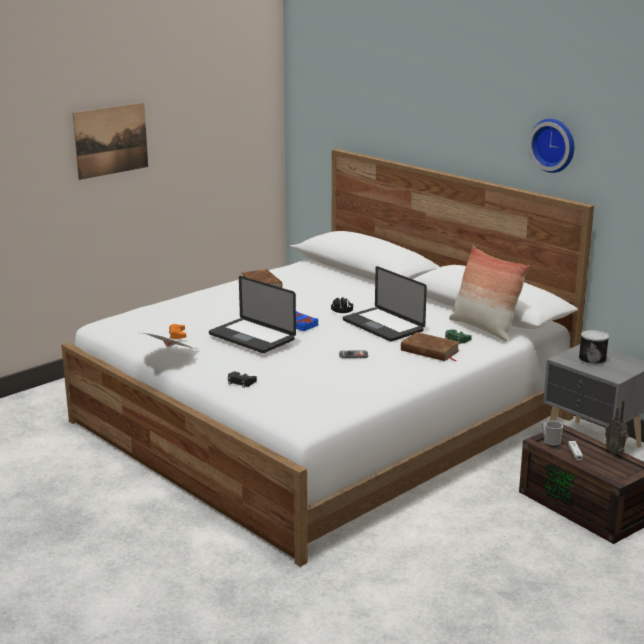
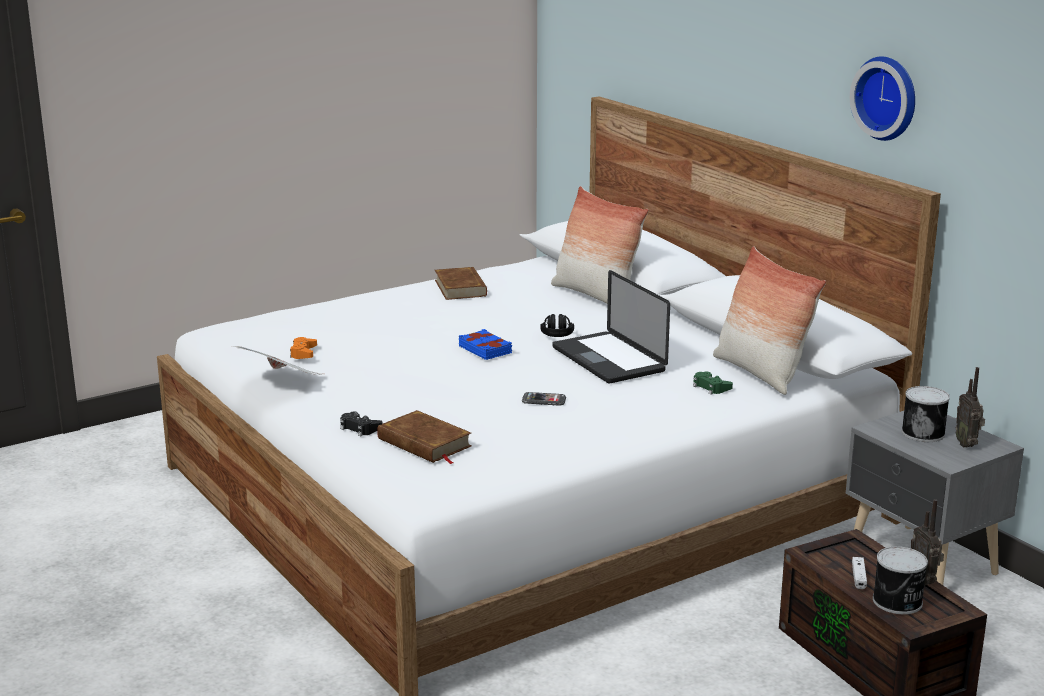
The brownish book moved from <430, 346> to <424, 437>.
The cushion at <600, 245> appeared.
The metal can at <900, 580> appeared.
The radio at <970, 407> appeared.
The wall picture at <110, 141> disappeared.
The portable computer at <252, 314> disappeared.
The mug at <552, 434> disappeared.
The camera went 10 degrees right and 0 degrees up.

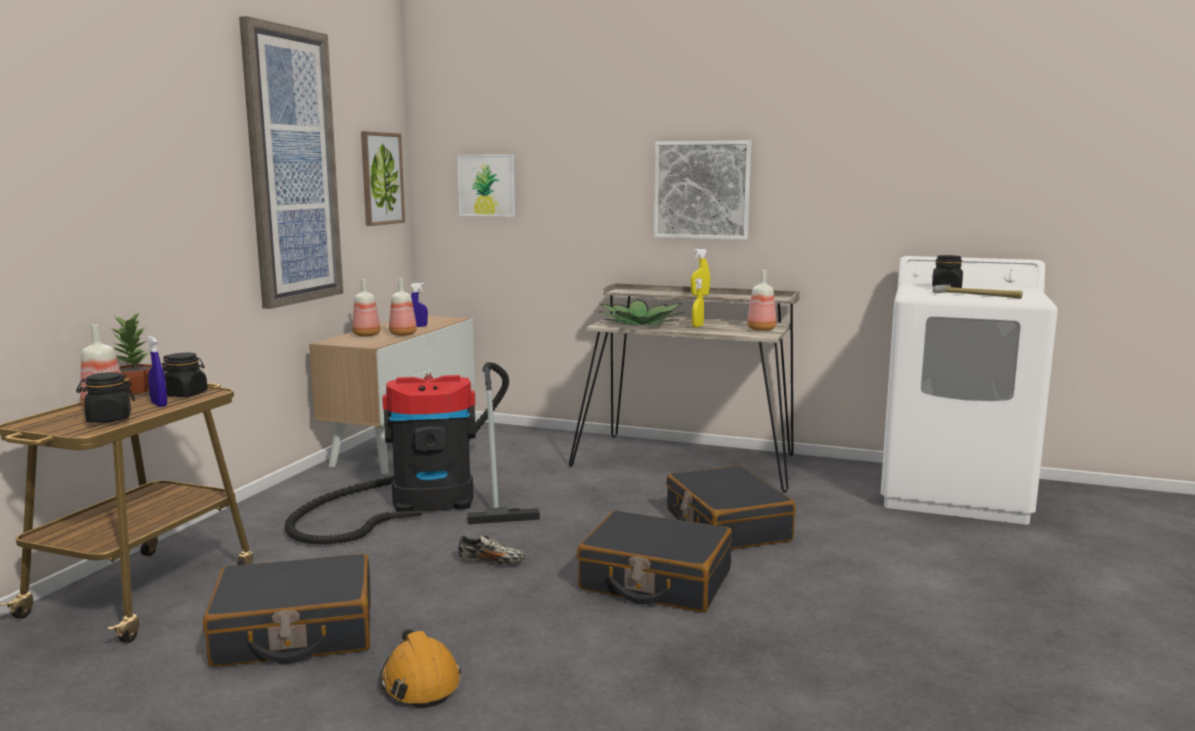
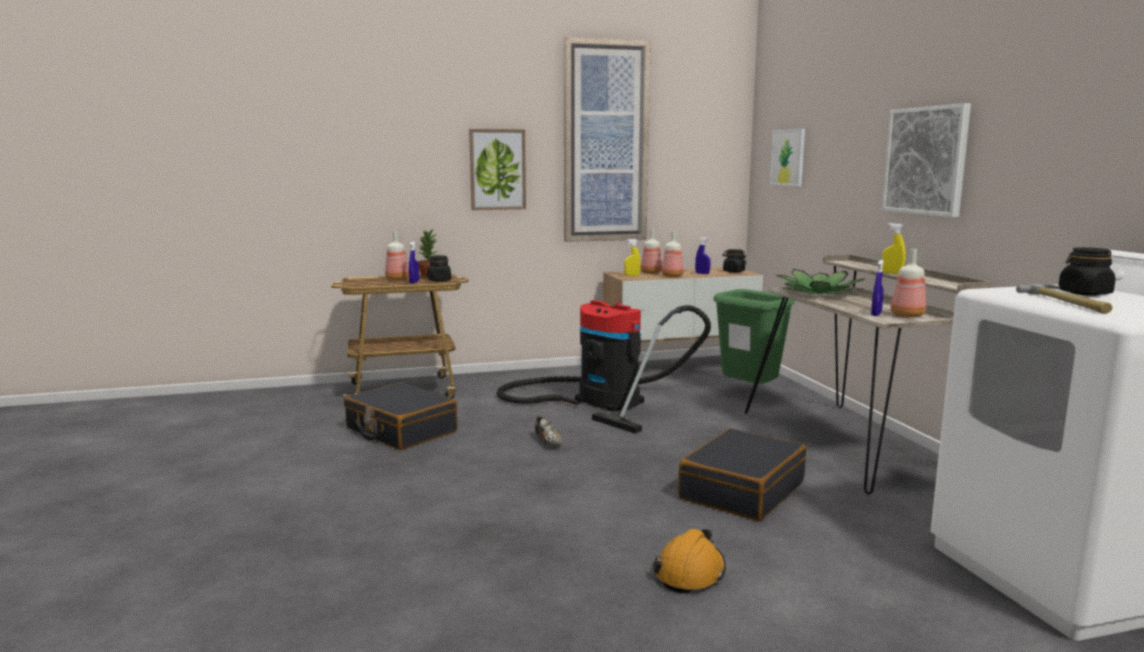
The wall picture moved from <383, 178> to <497, 169>.
The yellowish hand sprayer moved from <698, 302> to <632, 257>.
The orange safety helmet moved from <420, 668> to <689, 561>.
The green waste bin at <754, 336> appeared.
The black-coloured preserve jar moved from <105, 397> to <734, 261>.
The bluish hand sprayer at <877, 288> appeared.
The black-coloured piece of luggage at <654, 561> disappeared.
The camera went 55 degrees right and 0 degrees up.

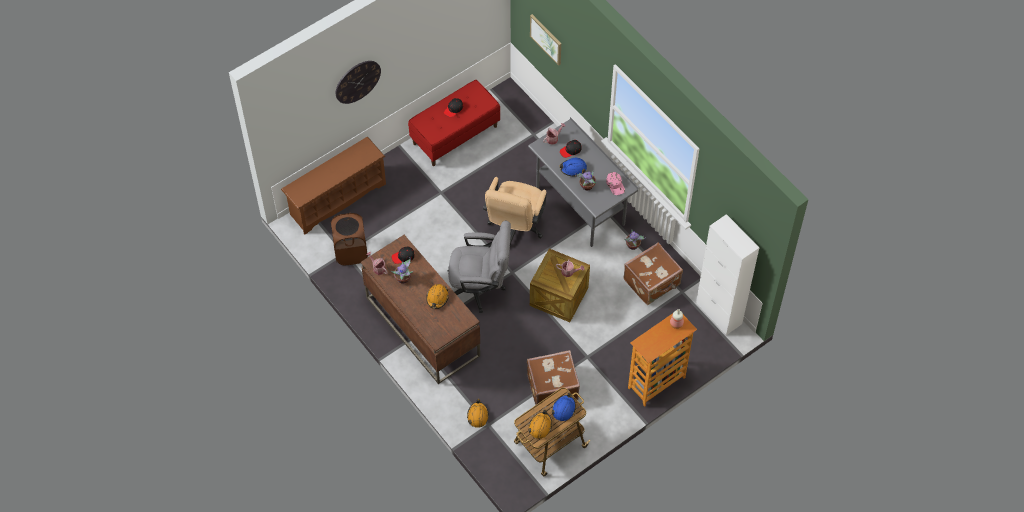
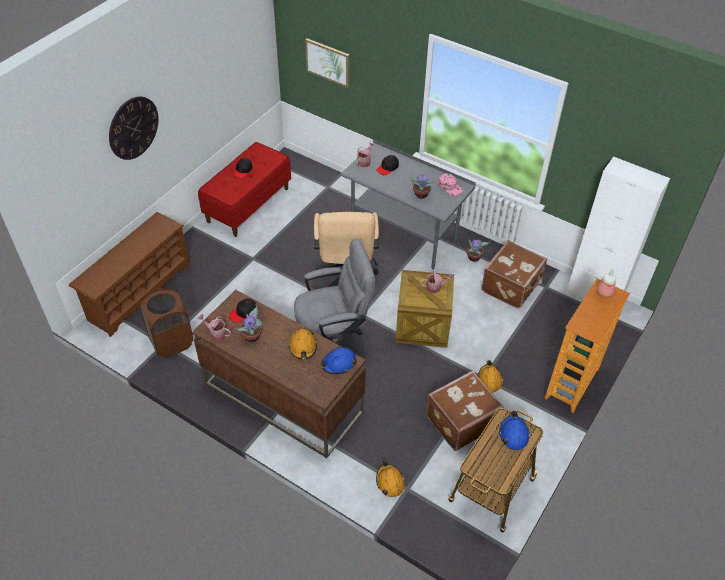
The bluish safety helmet moved from <573, 167> to <338, 360>.
The orange safety helmet moved from <540, 424> to <490, 376>.
The camera went 20 degrees left and 10 degrees down.

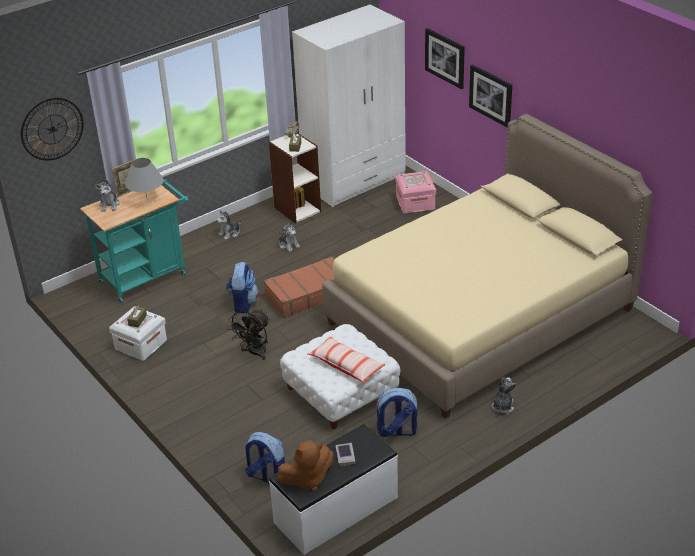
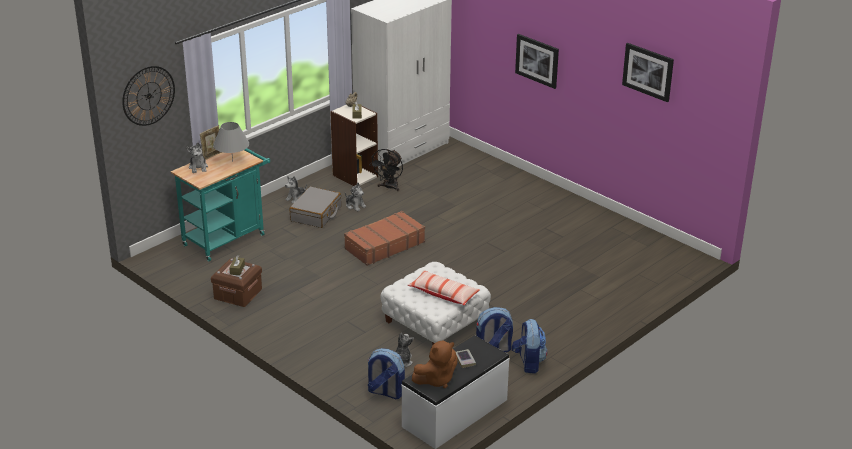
The whitish storage bin at <138, 333> became the brownish storage bin at <236, 283>.
The gray piece of luggage at <315, 207> appeared.
The black-coloured fan moved from <248, 334> to <386, 170>.
The soft toy moved from <504, 395> to <404, 350>.
The knapsack moved from <242, 288> to <529, 346>.
The wall picture moved from <445, 58> to <648, 72>.
The beige-coloured bed at <487, 266> disappeared.
The pink-coloured storage bin at <415, 192> disappeared.
The camera went 10 degrees left and 5 degrees down.

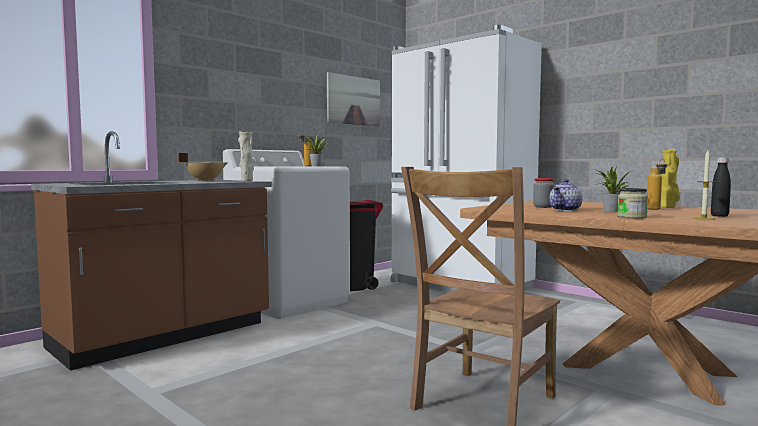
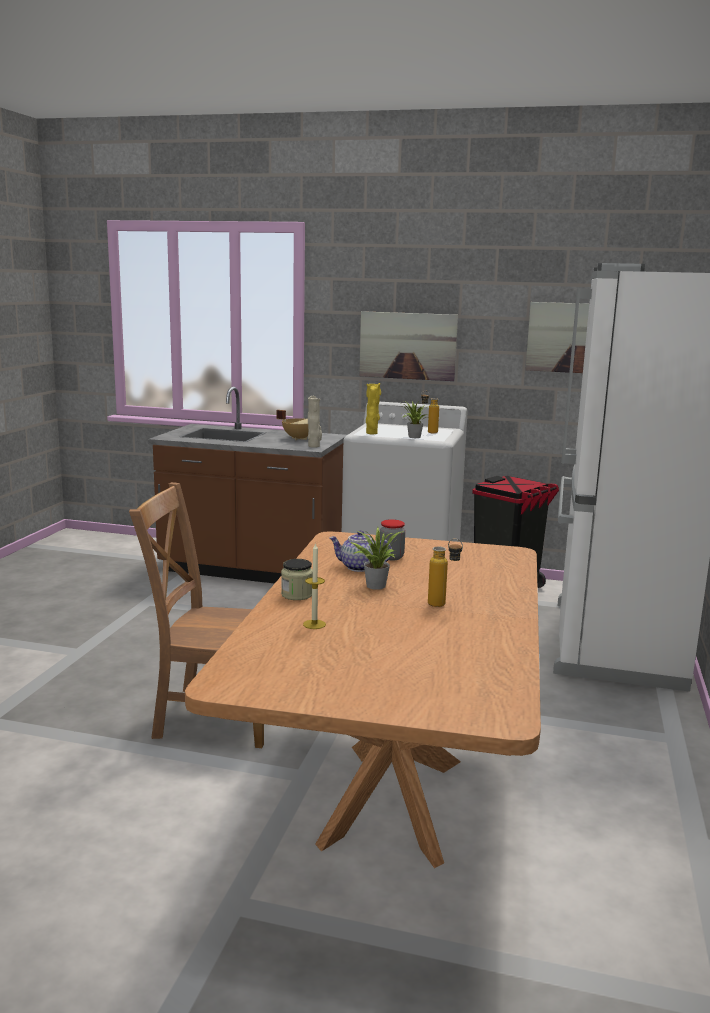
The wall picture at <408, 346> appeared.
The yellowish flower vase moved from <670, 178> to <373, 408>.
The black-coloured beverage bottle at <721, 187> disappeared.
The camera went 60 degrees right and 10 degrees up.

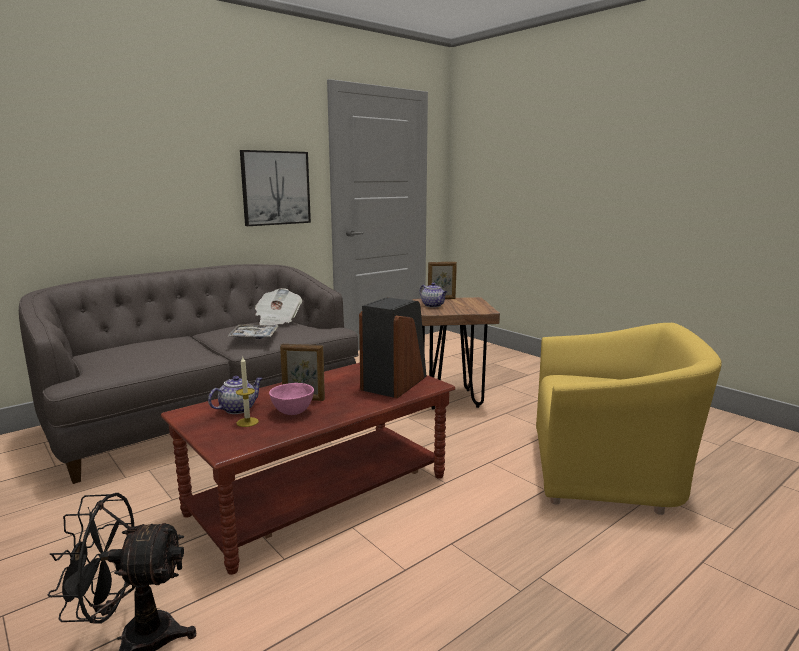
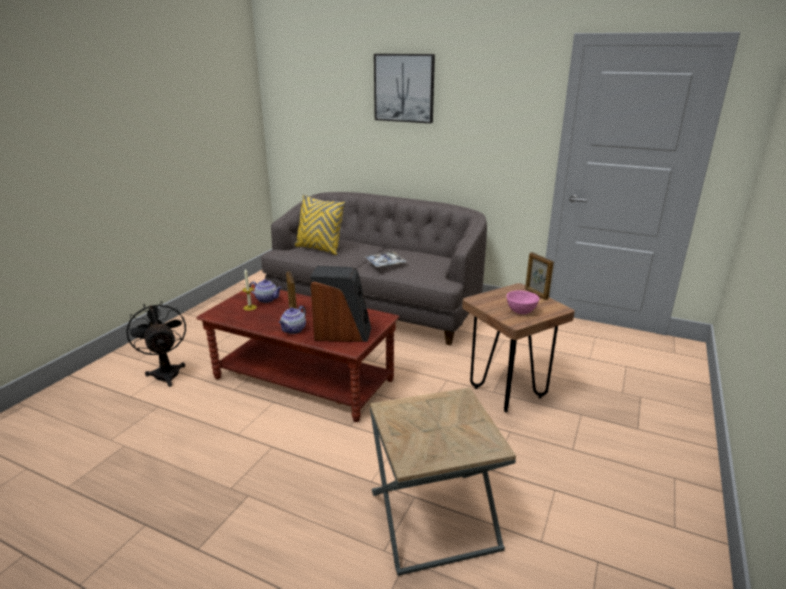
The tea pot moved from <433, 295> to <292, 320>.
The yellowish cushion at <320, 224> appeared.
The yellowish lounge chair at <628, 419> was replaced by the brownish side table at <443, 482>.
The wall picture moved from <275, 188> to <404, 89>.
The pink-coloured serving bowl moved from <291, 399> to <523, 302>.
The printed paper at <278, 307> disappeared.
The camera went 65 degrees right and 10 degrees up.

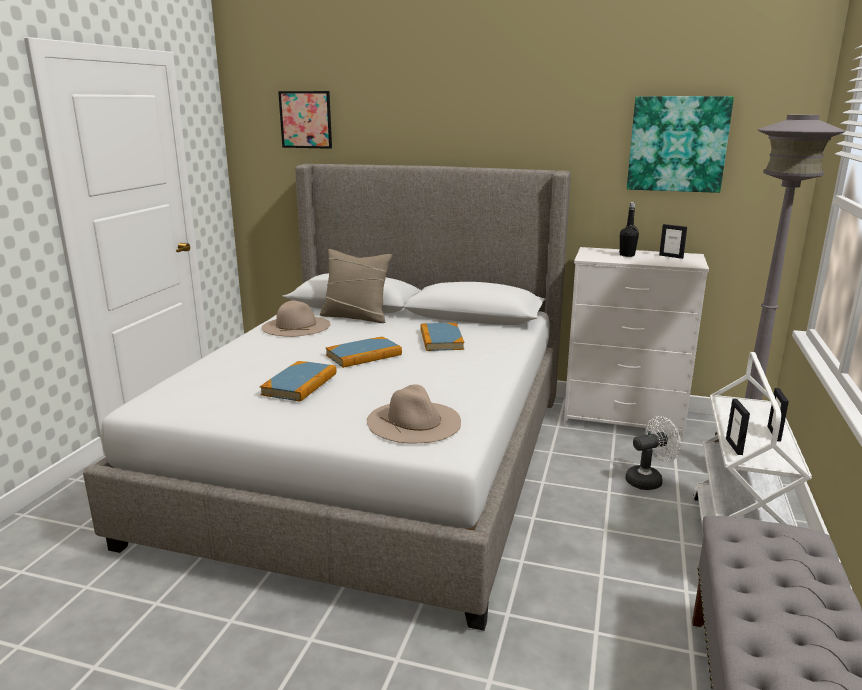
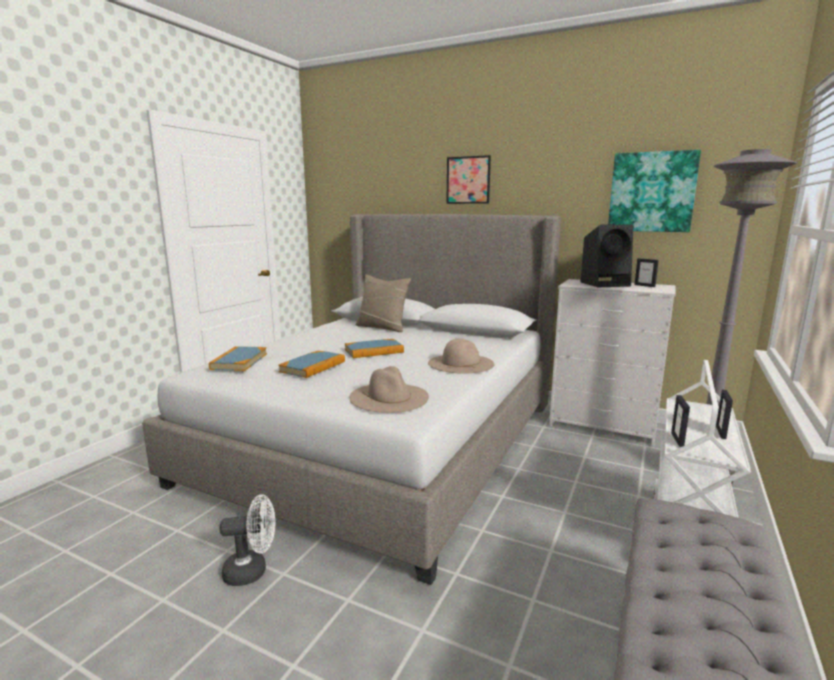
The book moved from <442, 337> to <238, 358>.
The whitish fan moved from <653, 453> to <247, 540>.
The beige-coloured clothing hat moved from <296, 319> to <461, 356>.
The wall picture moved from <305, 120> to <468, 179>.
The black-coloured beverage bottle at <629, 229> was replaced by the black-coloured loudspeaker at <606, 255>.
The camera went 10 degrees right and 5 degrees down.

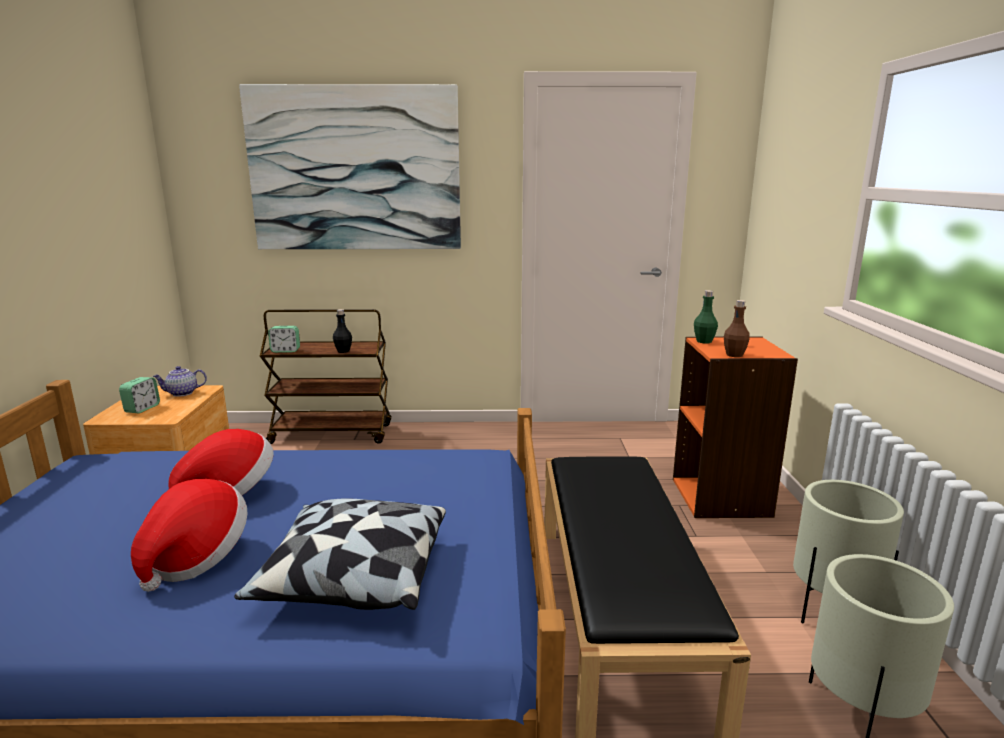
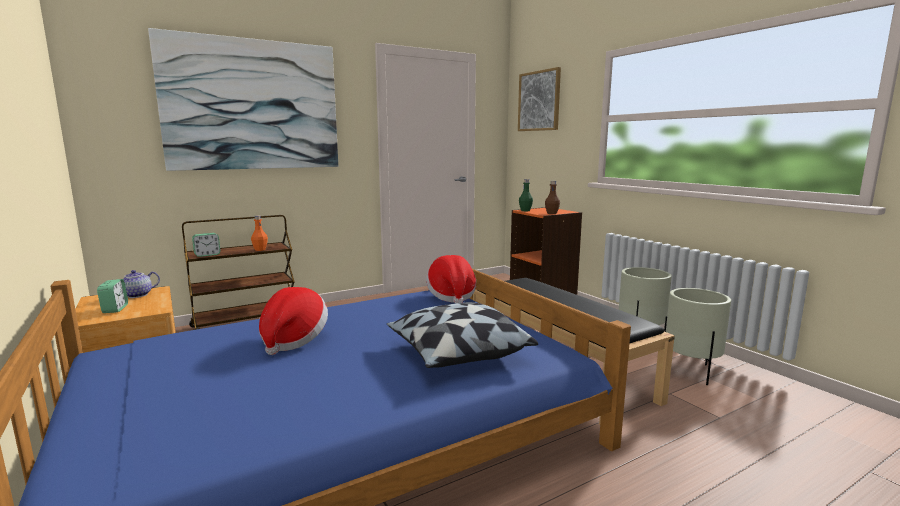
The black-coloured beverage bottle at <342, 331> became the orange beverage bottle at <259, 233>.
The clothing hat moved from <189, 535> to <451, 279>.
The wall picture at <539, 99> appeared.
The camera went 30 degrees left and 5 degrees down.

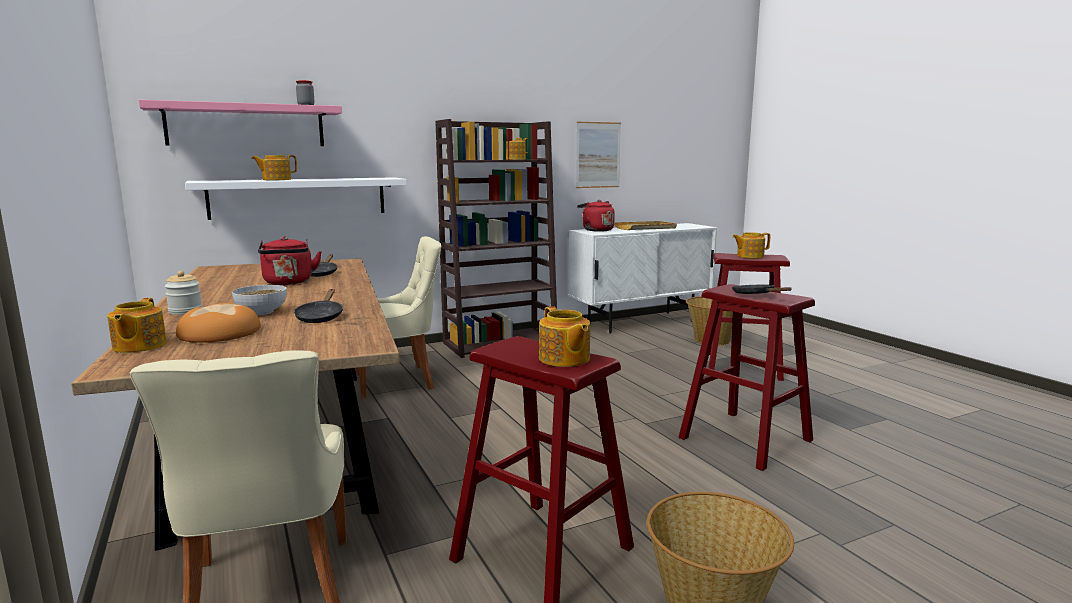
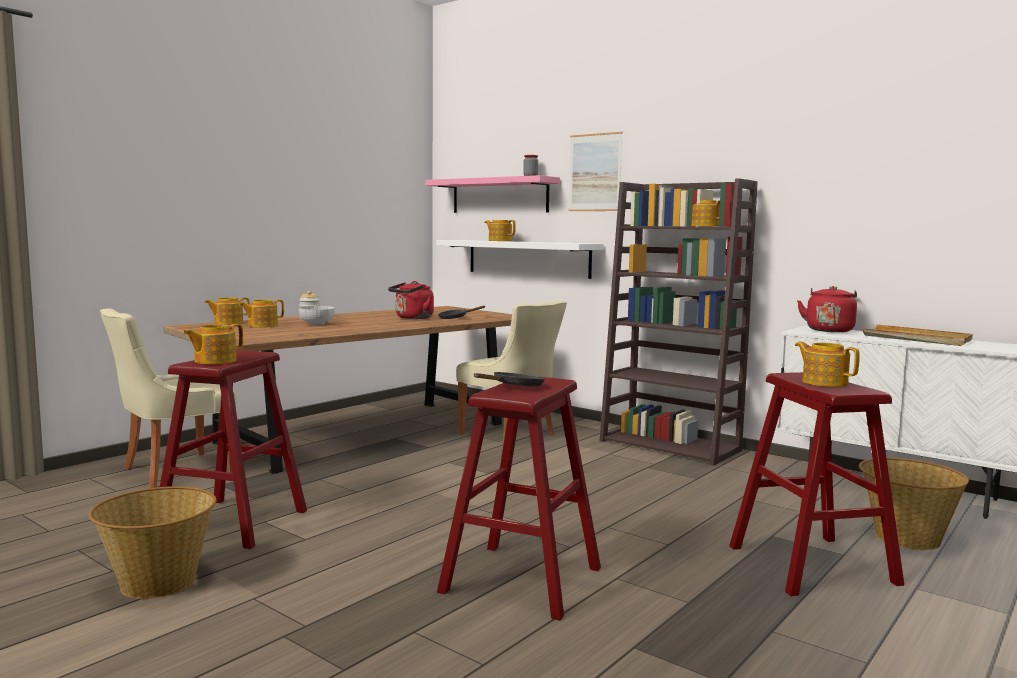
The bread at <218, 323> was replaced by the tea pot at <261, 313>.
The wall picture moved from <598, 155> to <595, 171>.
The black-coloured frying pan at <318, 306> disappeared.
The camera went 65 degrees right and 5 degrees down.

